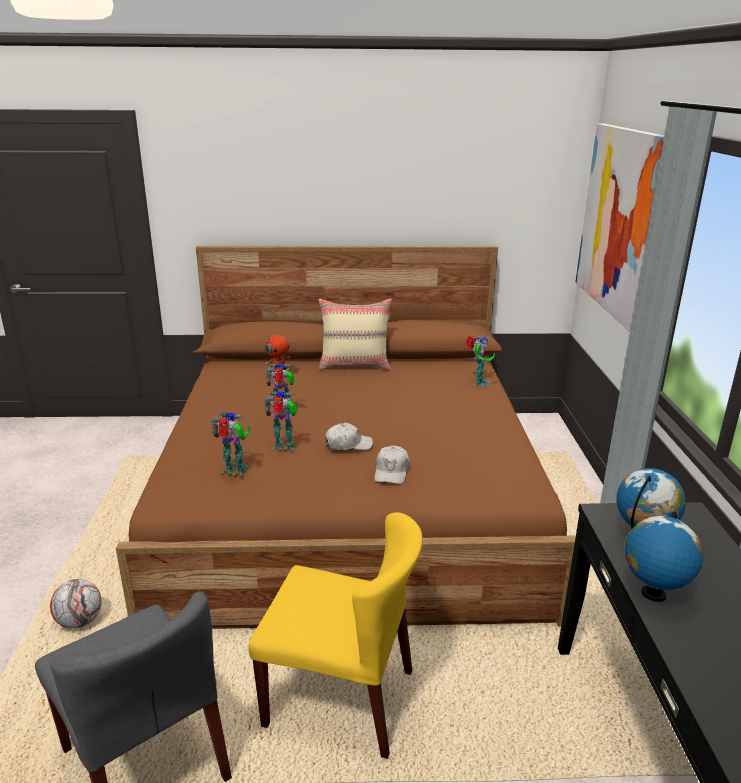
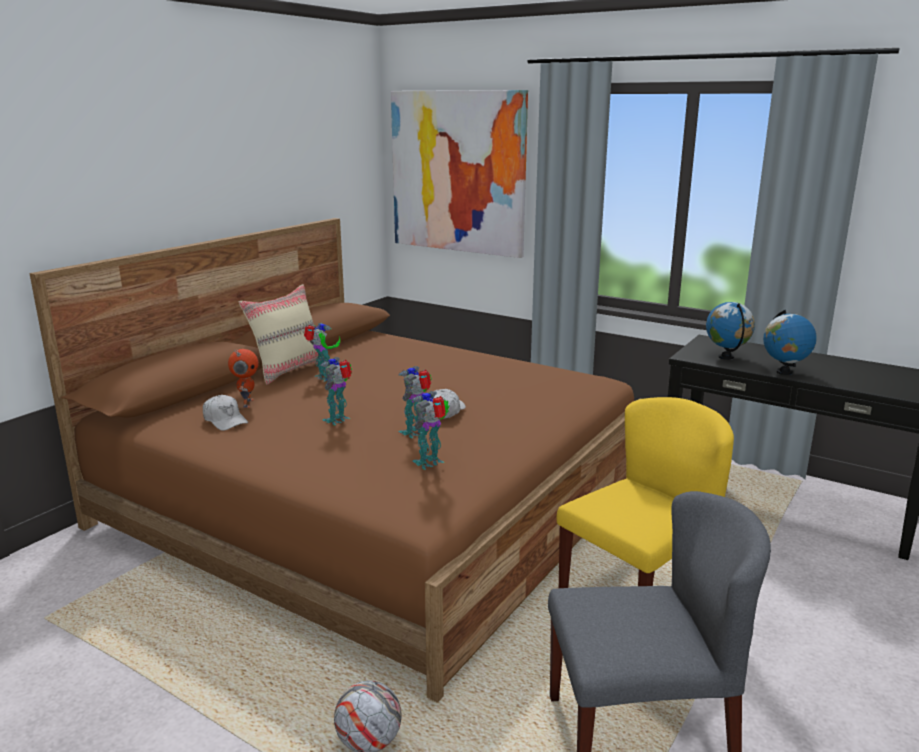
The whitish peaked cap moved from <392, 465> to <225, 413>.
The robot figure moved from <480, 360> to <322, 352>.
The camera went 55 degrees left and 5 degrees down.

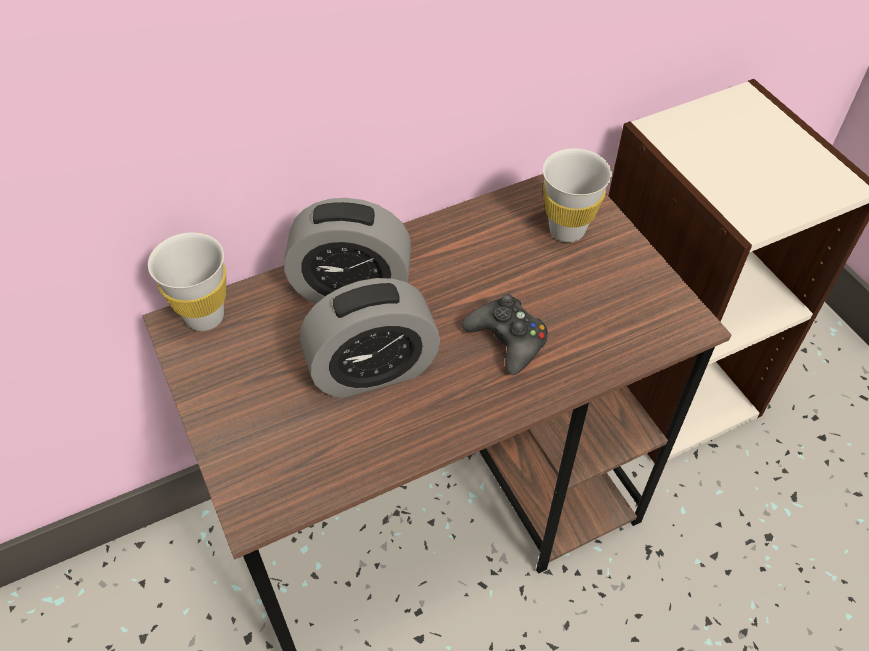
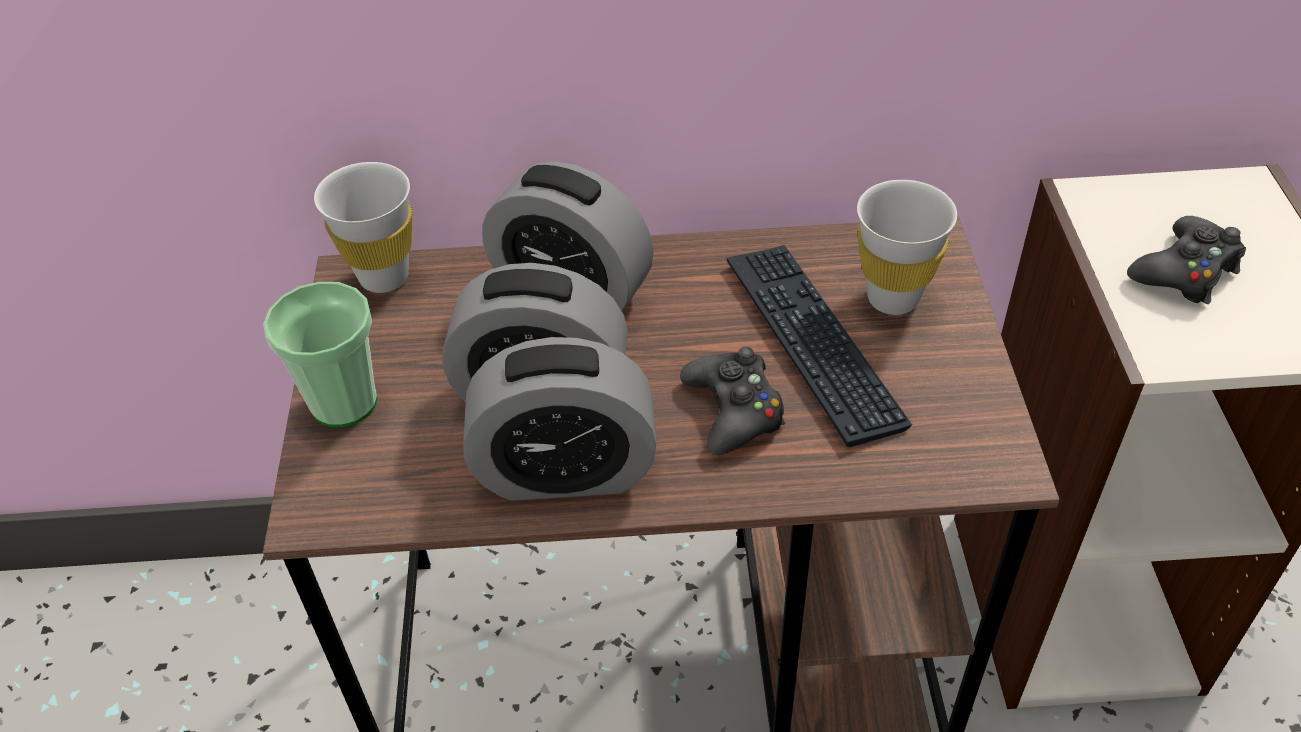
The small cup at <320, 354> appeared.
The table clock at <560, 419> appeared.
The keyboard at <819, 346> appeared.
The black-coloured game controller at <1186, 260> appeared.
The camera went 25 degrees right and 5 degrees down.

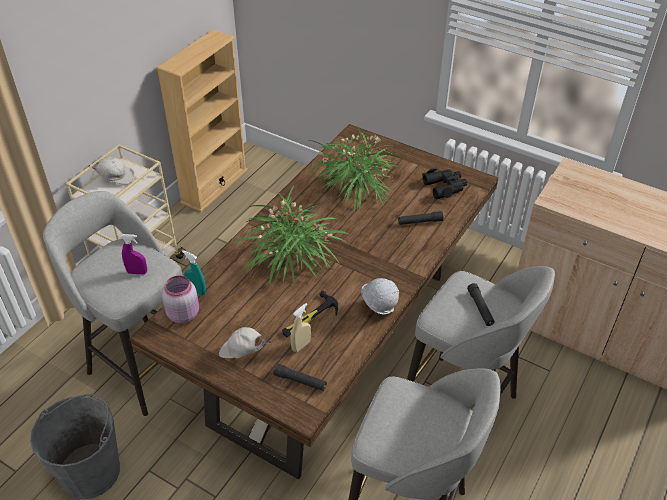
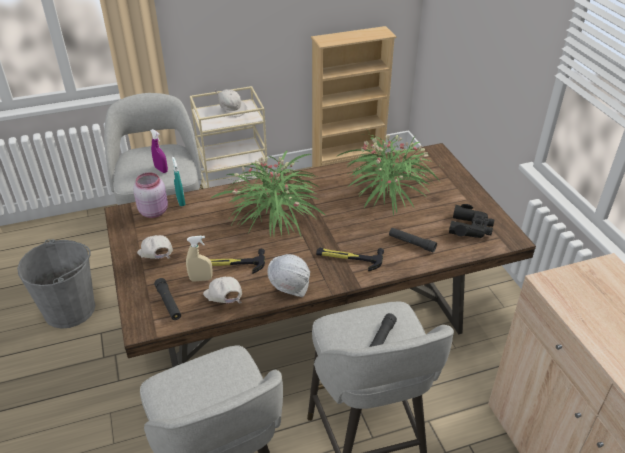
The whitish peaked cap at <222, 290> appeared.
The tool hammer at <350, 259> appeared.
The camera went 40 degrees right and 5 degrees down.

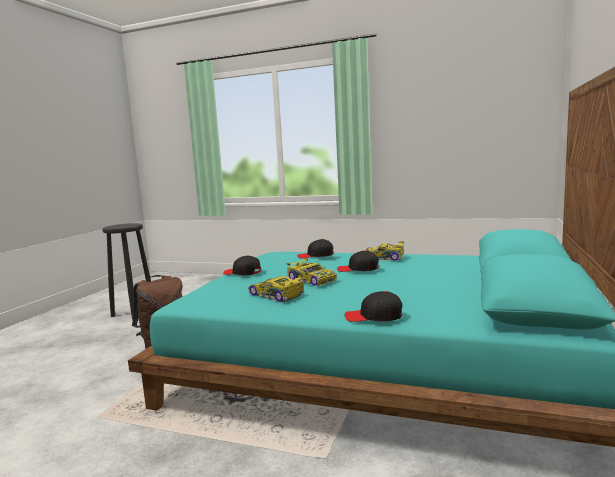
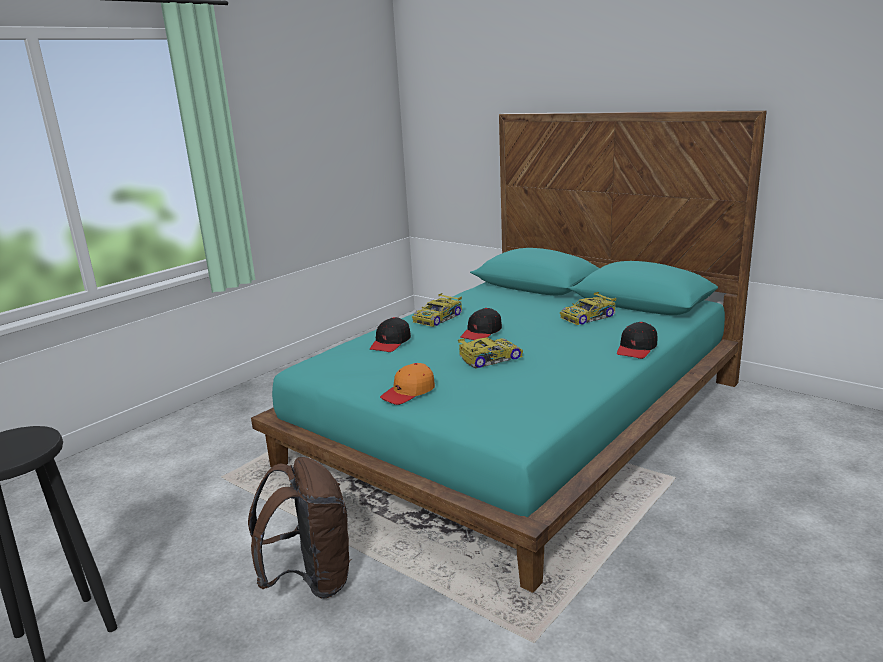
The black-coloured peaked cap at <242, 265> became the orange peaked cap at <407, 384>.
The miniature car moved from <275, 289> to <588, 308>.
The camera went 70 degrees left and 10 degrees up.

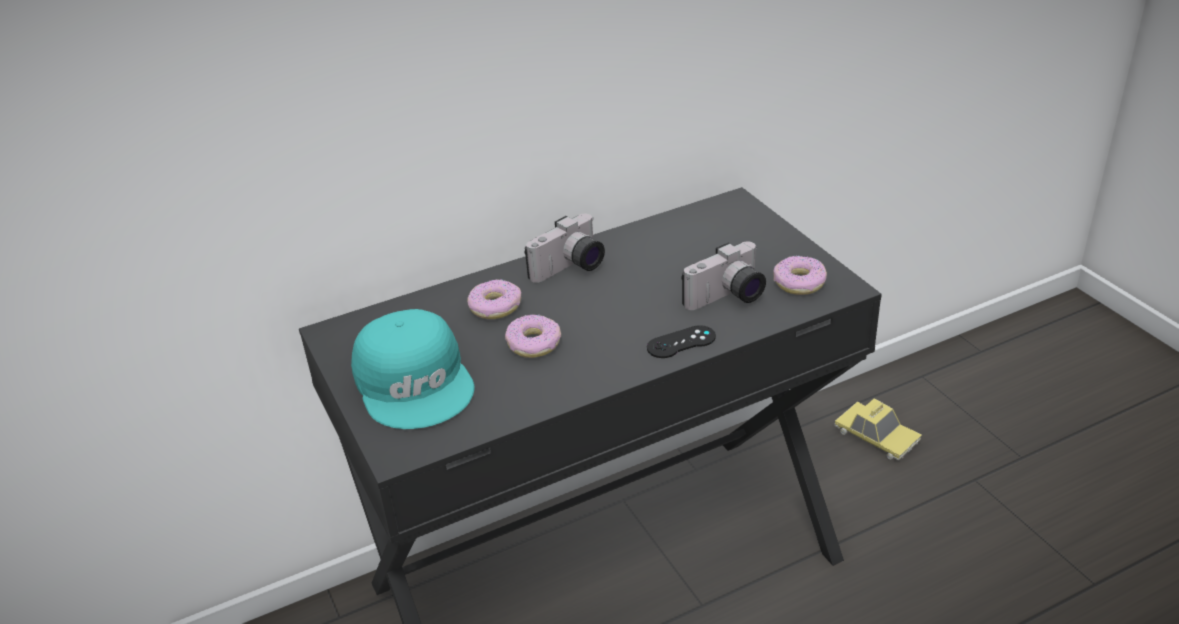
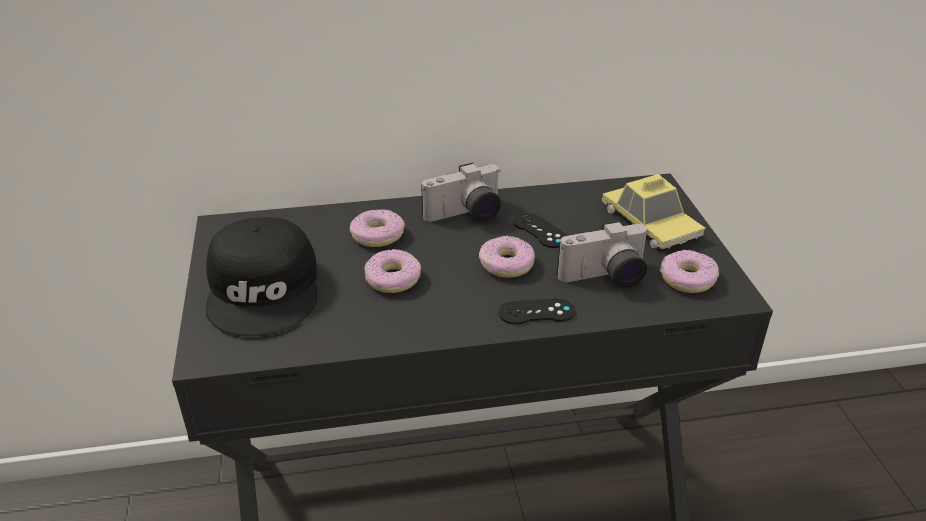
The turquoise-coloured peaked cap at <412, 369> became the black-coloured peaked cap at <261, 276>.
The donut at <507, 257> appeared.
The black-coloured game controller at <540, 230> appeared.
The miniature car moved from <877, 429> to <653, 211>.
The camera went 15 degrees right and 0 degrees up.

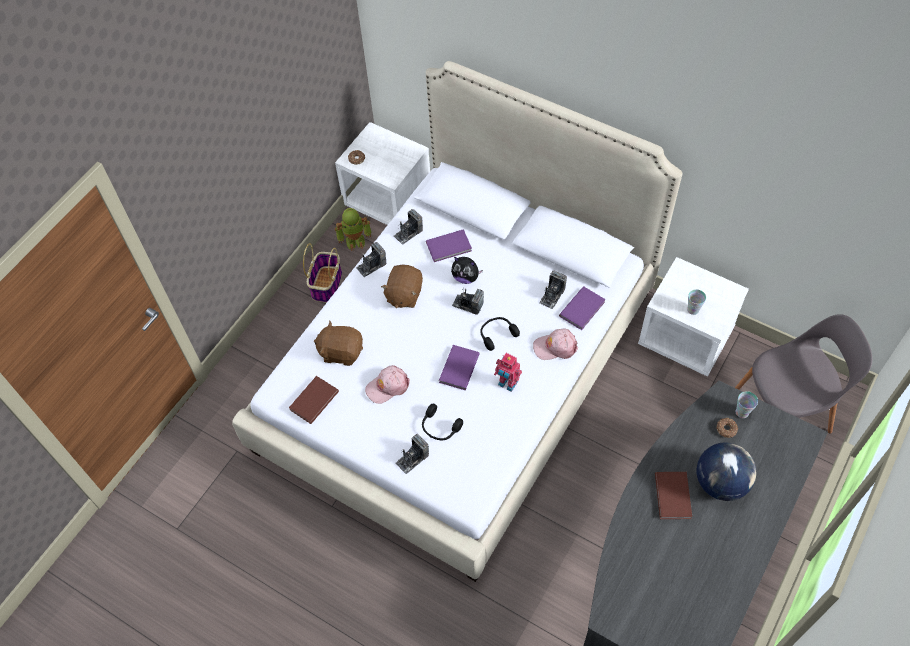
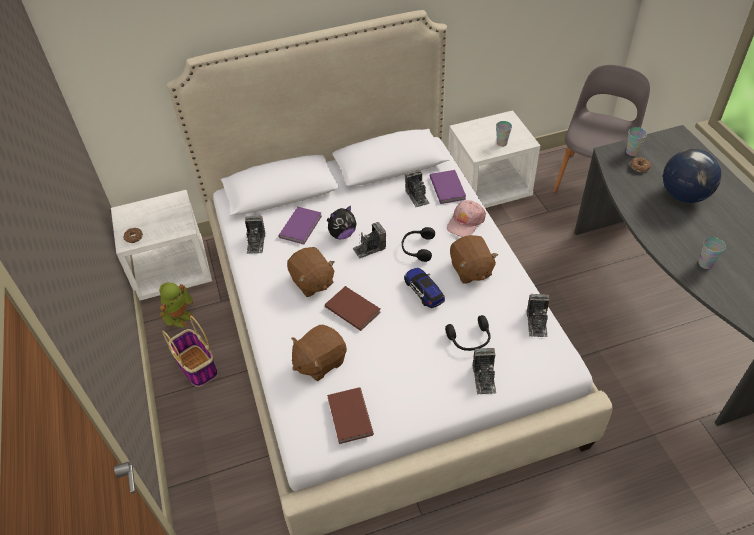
The brownish book moved from <673, 495> to <353, 308>.
The purplish book at <459, 367> was replaced by the miniature car at <424, 288>.
The robot figure at <508, 372> was replaced by the brownish soft toy at <474, 259>.
The photo camera moved from <371, 259> to <538, 315>.
The small cup at <712, 253> appeared.
The pink-coloured peaked cap at <387, 384> disappeared.
The camera went 50 degrees left and 10 degrees down.

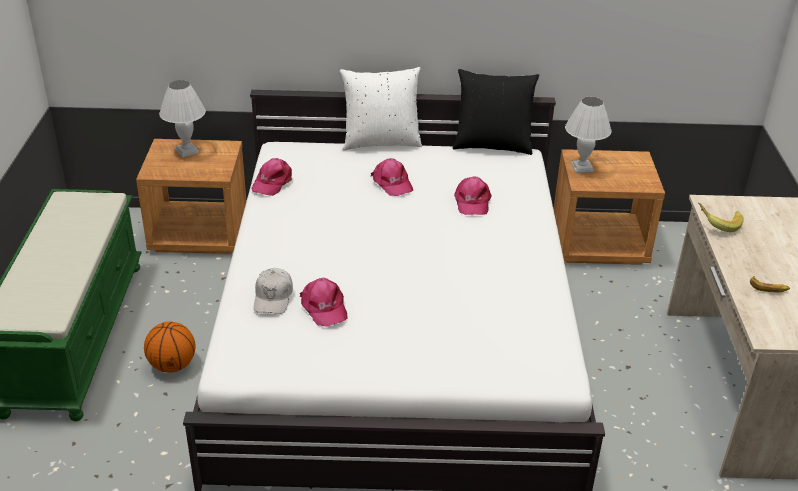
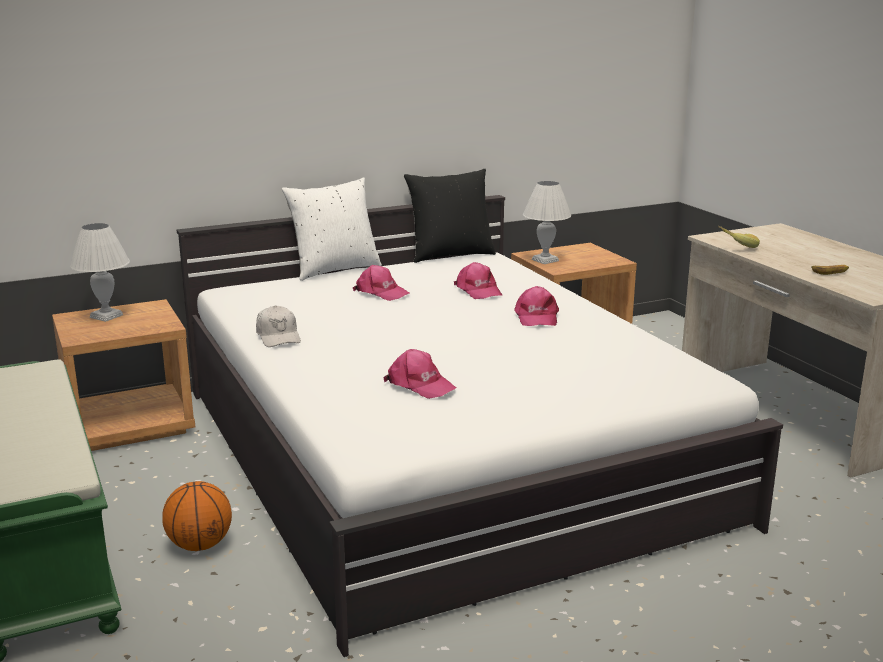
The whitish peaked cap moved from <273, 291> to <278, 326>.
The pink-coloured peaked cap moved from <271, 177> to <536, 306>.
The camera went 25 degrees left and 15 degrees down.

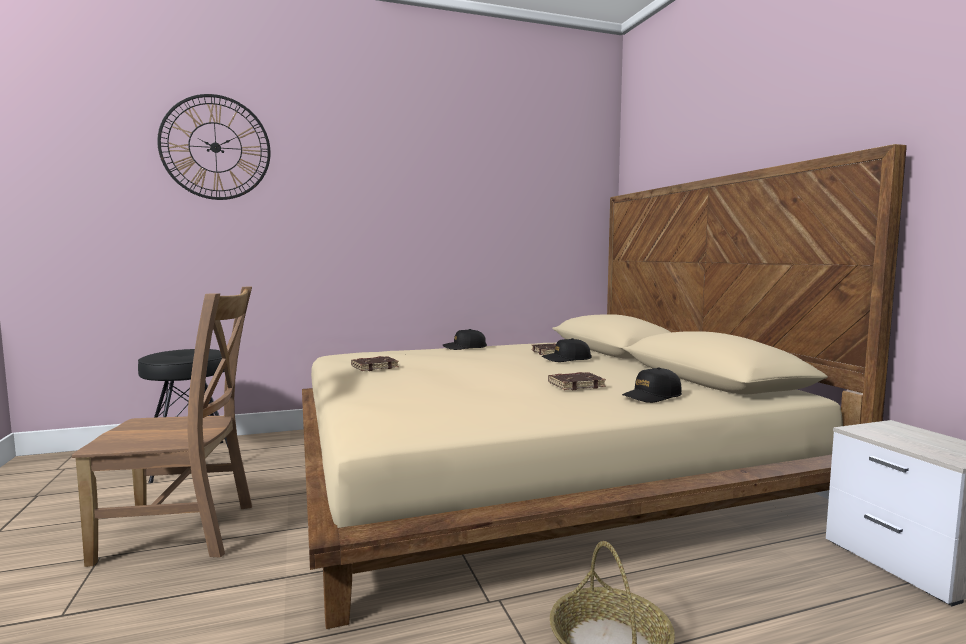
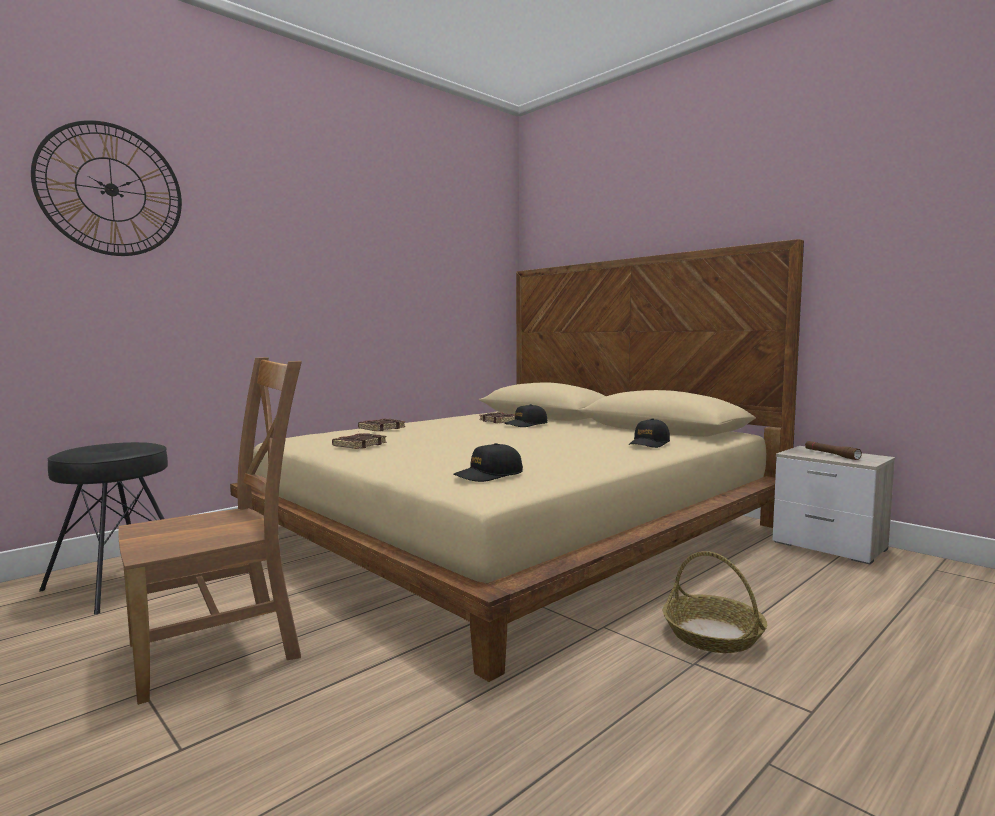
The brownish book moved from <577, 381> to <381, 425>.
The black-coloured peaked cap moved from <465, 339> to <488, 462>.
The brownish torch at <833, 450> appeared.
The camera went 25 degrees left and 0 degrees up.

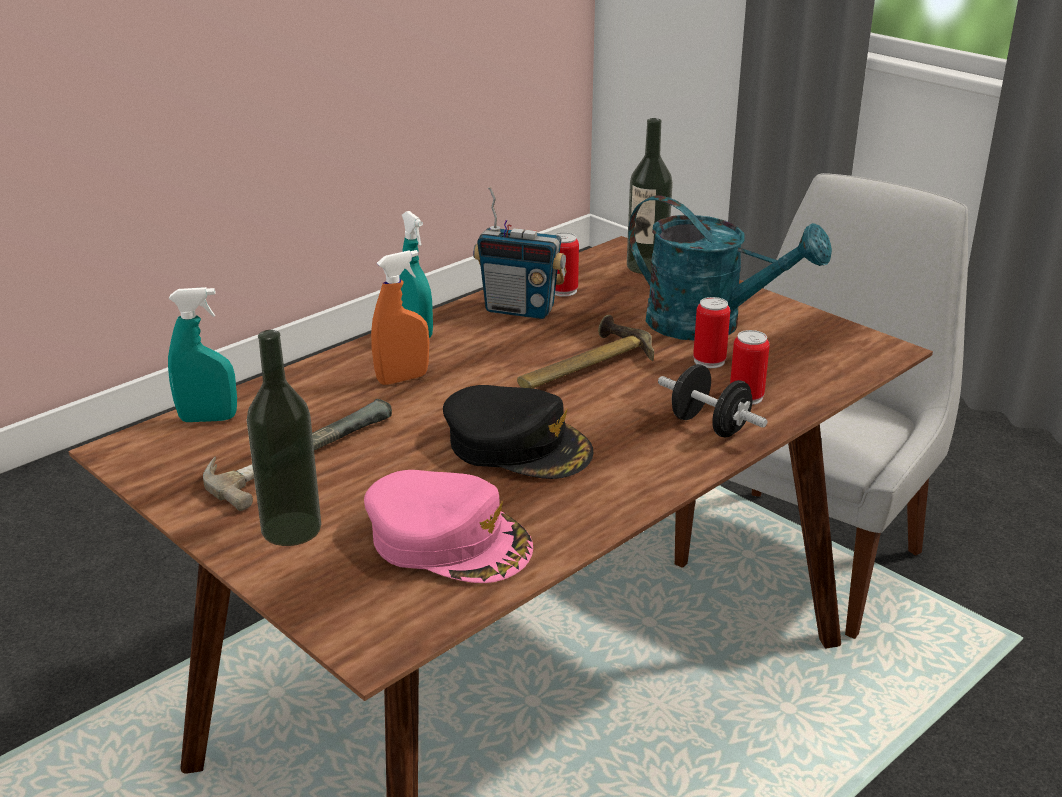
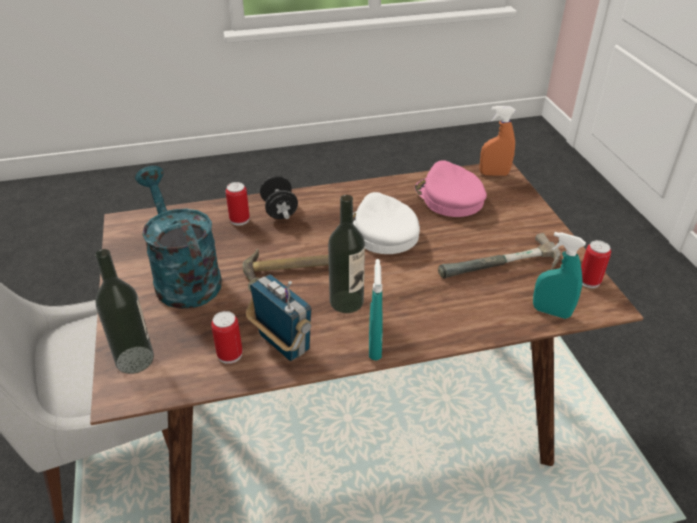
The beverage bottle moved from <284, 438> to <346, 254>.
The black-coloured peaked cap at <518, 432> became the whitish peaked cap at <386, 223>.
The orange hand sprayer moved from <400, 317> to <498, 141>.
The metal can moved from <711, 332> to <596, 264>.
The camera went 150 degrees left and 10 degrees up.

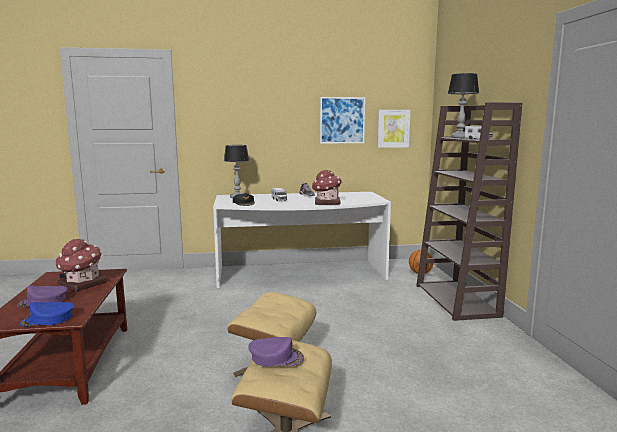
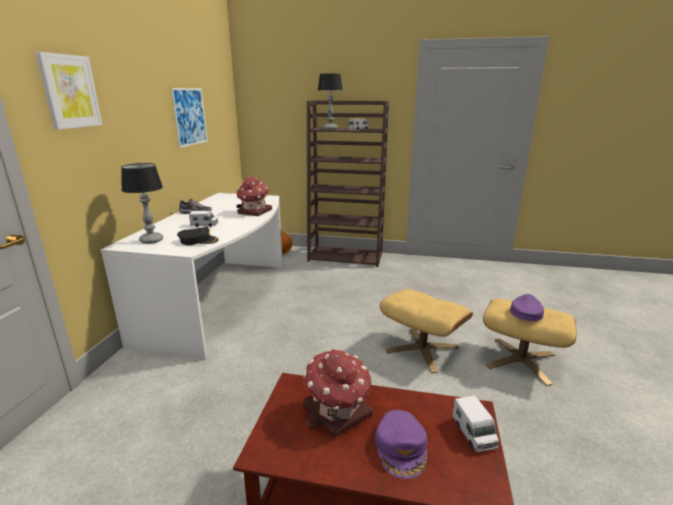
The wall picture moved from <394, 129> to <68, 91>.
The bluish peaked cap at <47, 314> was replaced by the toy truck at <475, 424>.
The camera went 70 degrees left and 10 degrees up.

